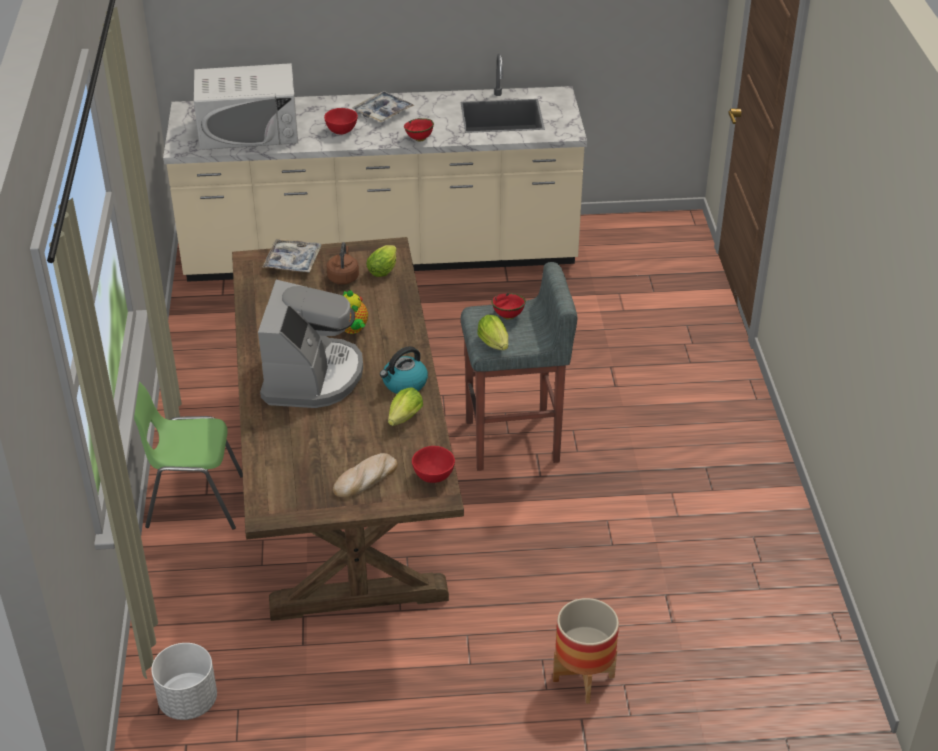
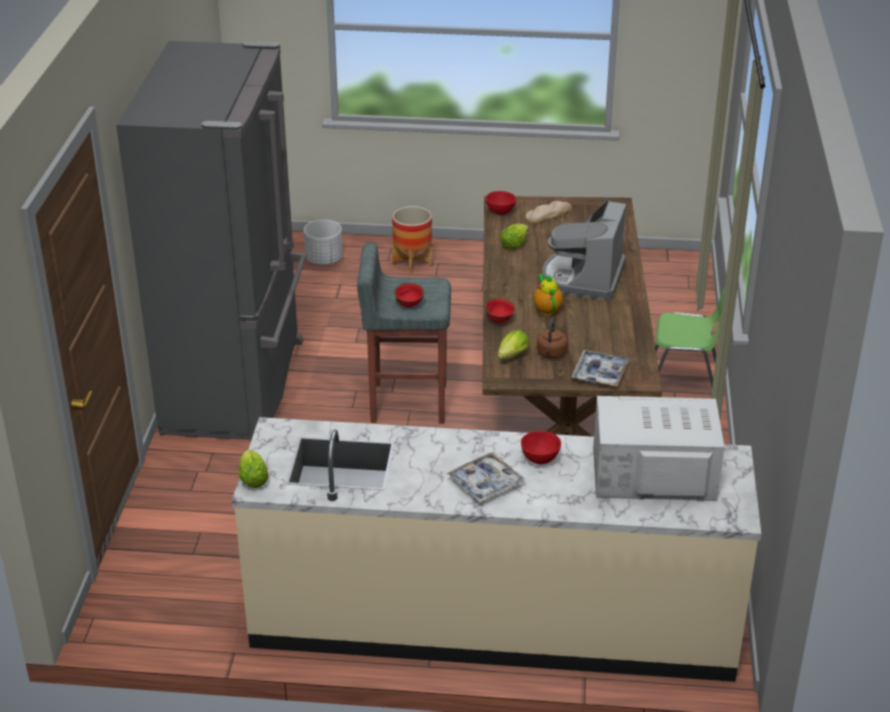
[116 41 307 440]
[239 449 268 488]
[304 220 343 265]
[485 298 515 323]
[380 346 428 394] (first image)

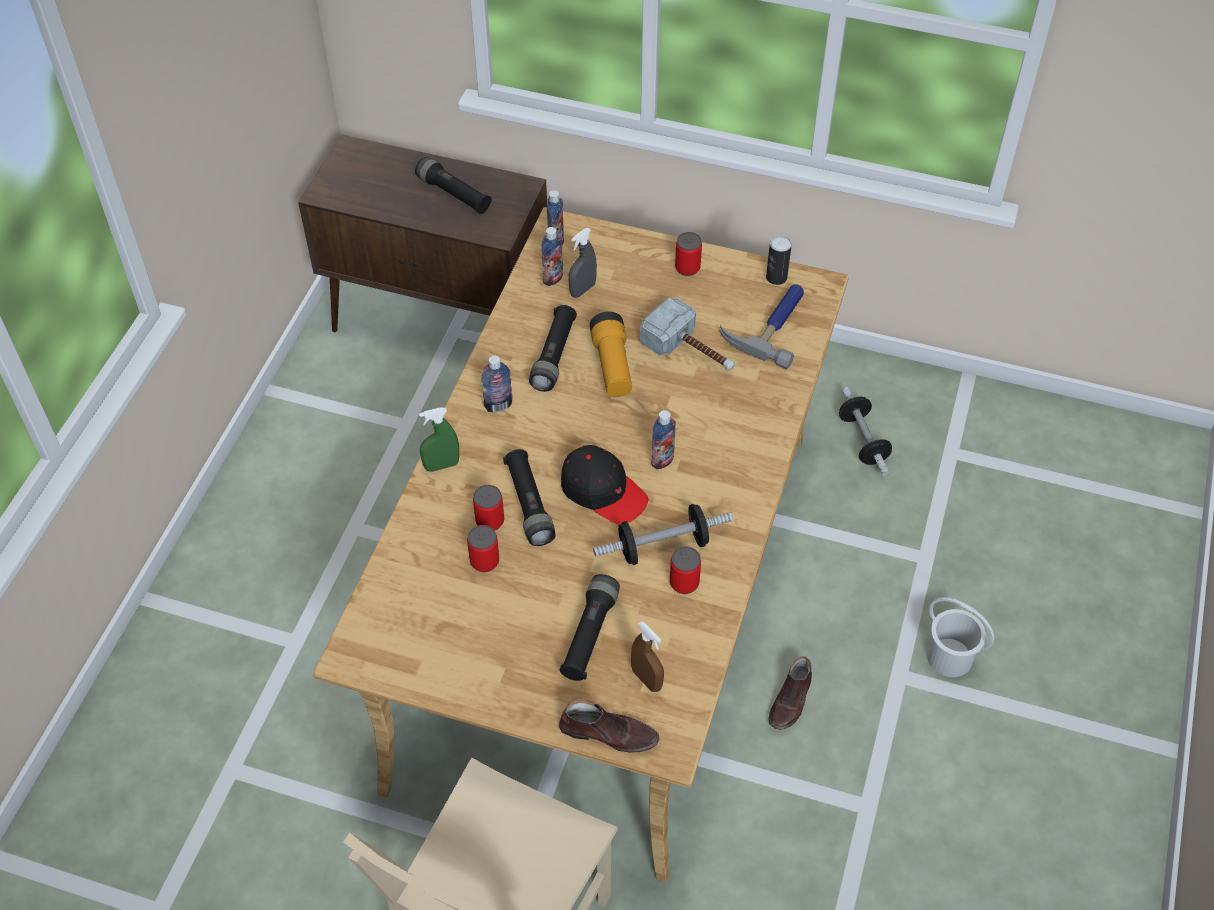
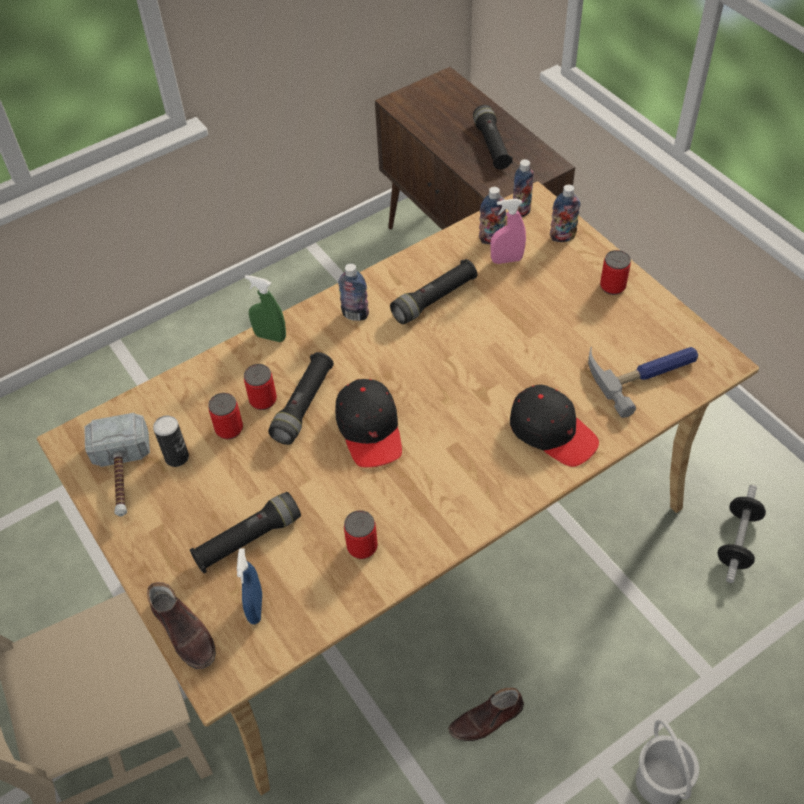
[84 413 150 517]
[153 415 189 467]
[237 548 262 624]
[490 199 526 264]
[510 385 599 467]
[550 185 580 242]
[590 311 632 397] (first image)
[593 504 733 565] (first image)

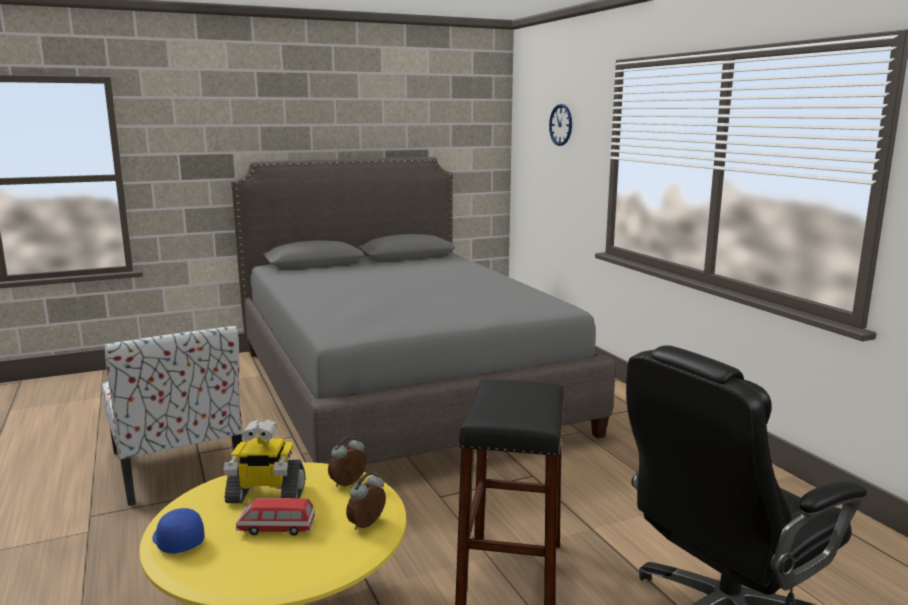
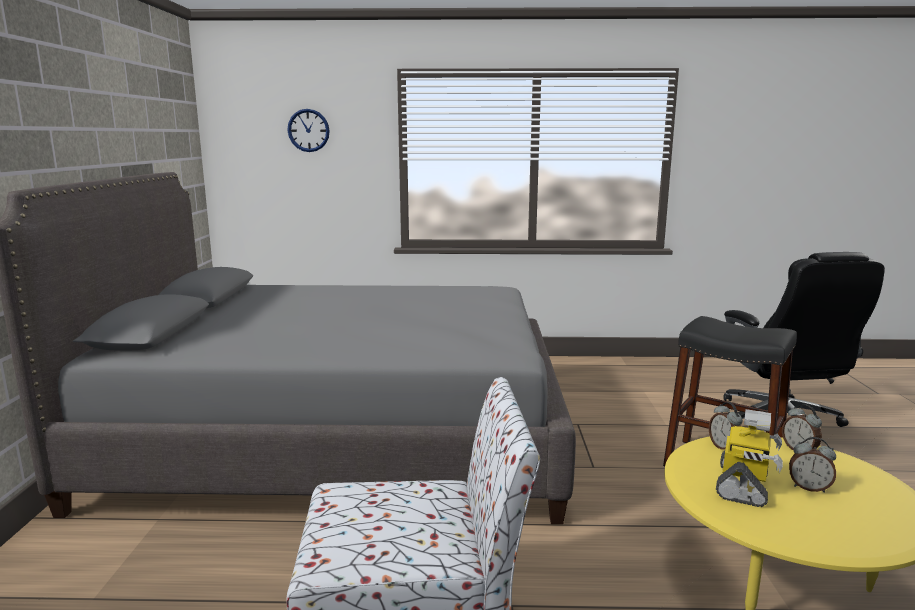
[789 437 836 493]
[152 508 205 554] (first image)

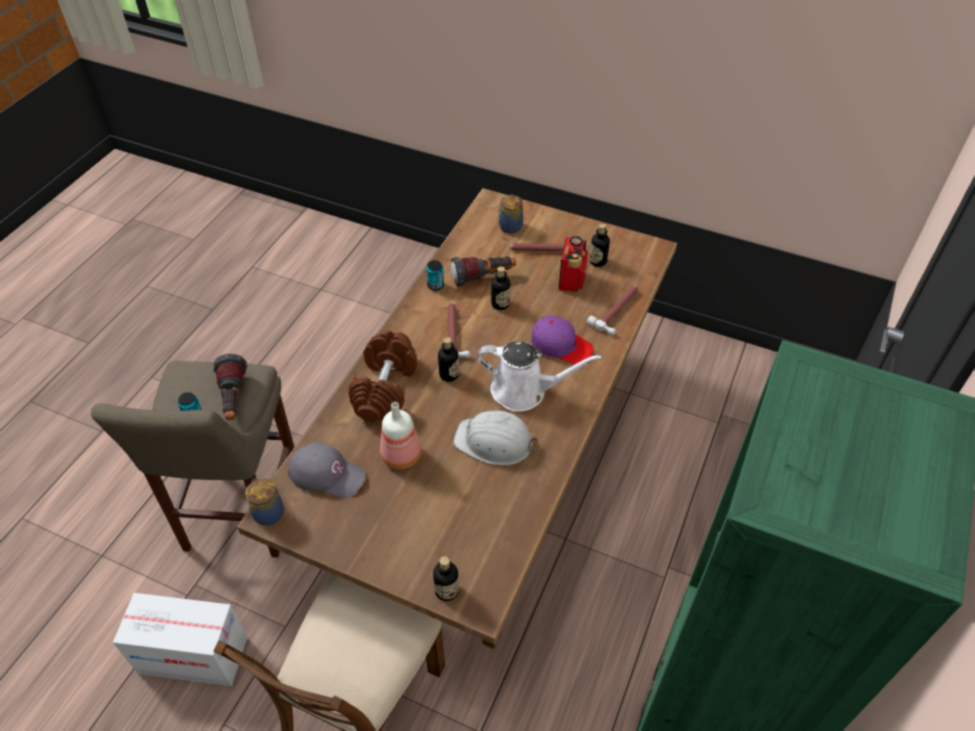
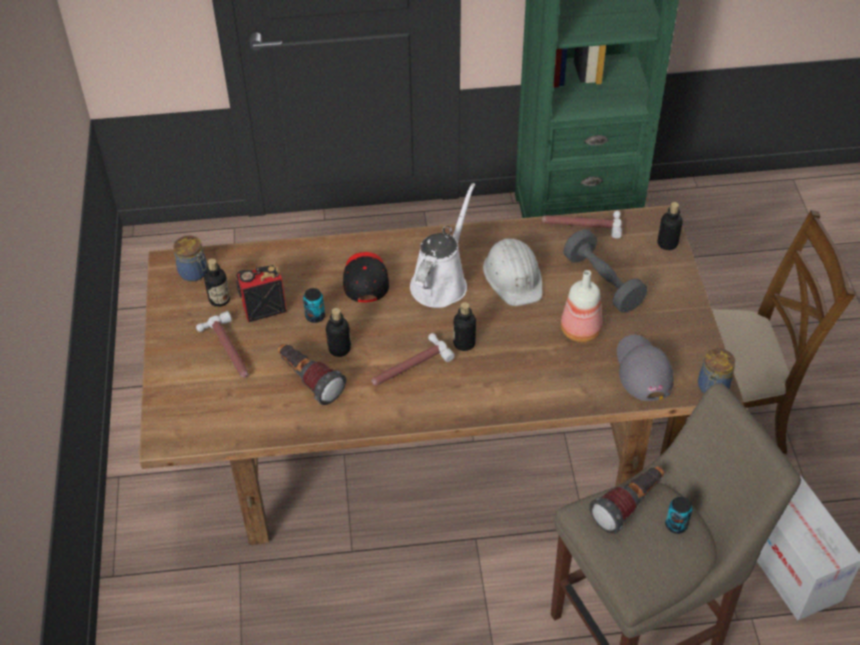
[173 235 207 282]
[303 288 325 323]
[343 252 389 302]
[410 183 475 308]
[542 211 622 239]
[563 229 647 313]
[348 330 417 422] (first image)

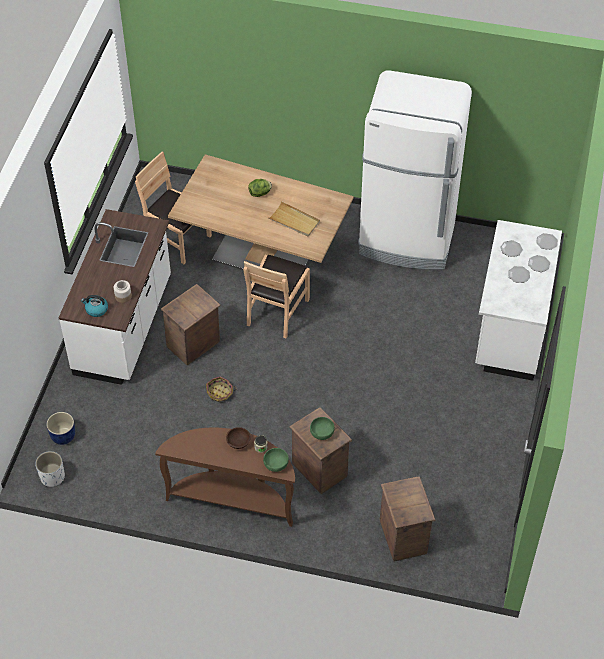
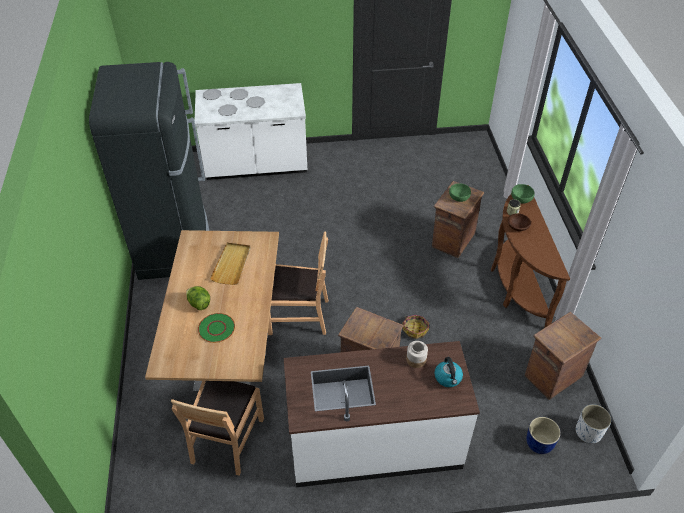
[89 62 209 280]
[198 313 235 343]
[525 312 601 400]

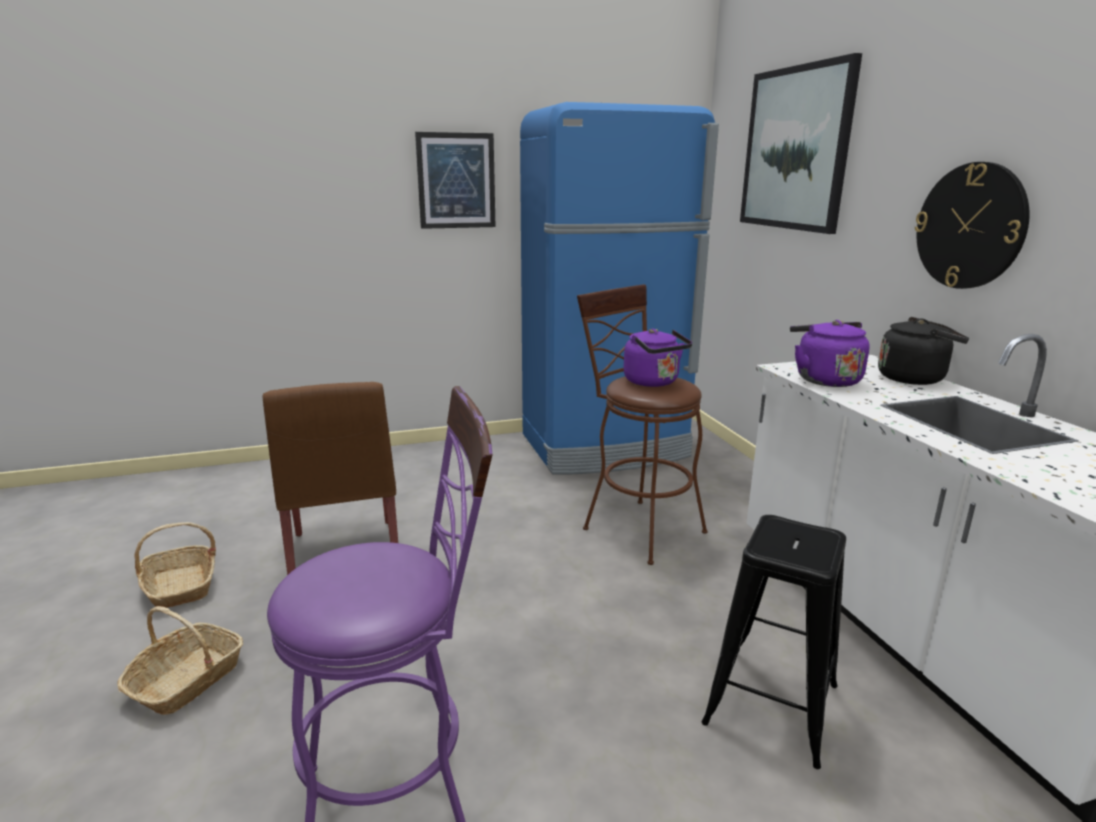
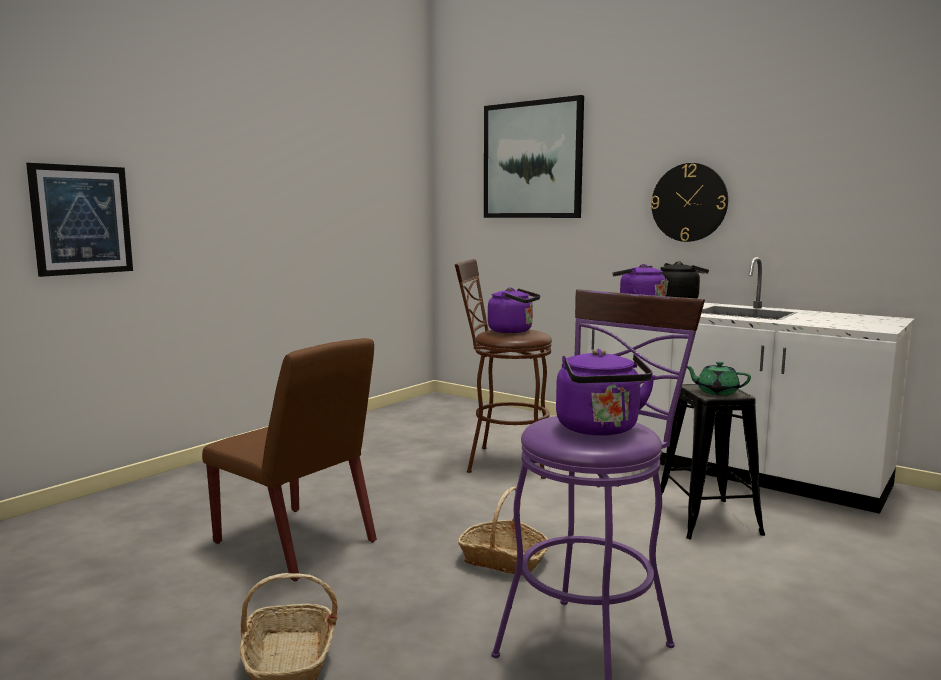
[26 163 133 277]
[458 486 549 576]
[556 349 655 436]
[687 362 751 395]
[520 102 719 475] (first image)

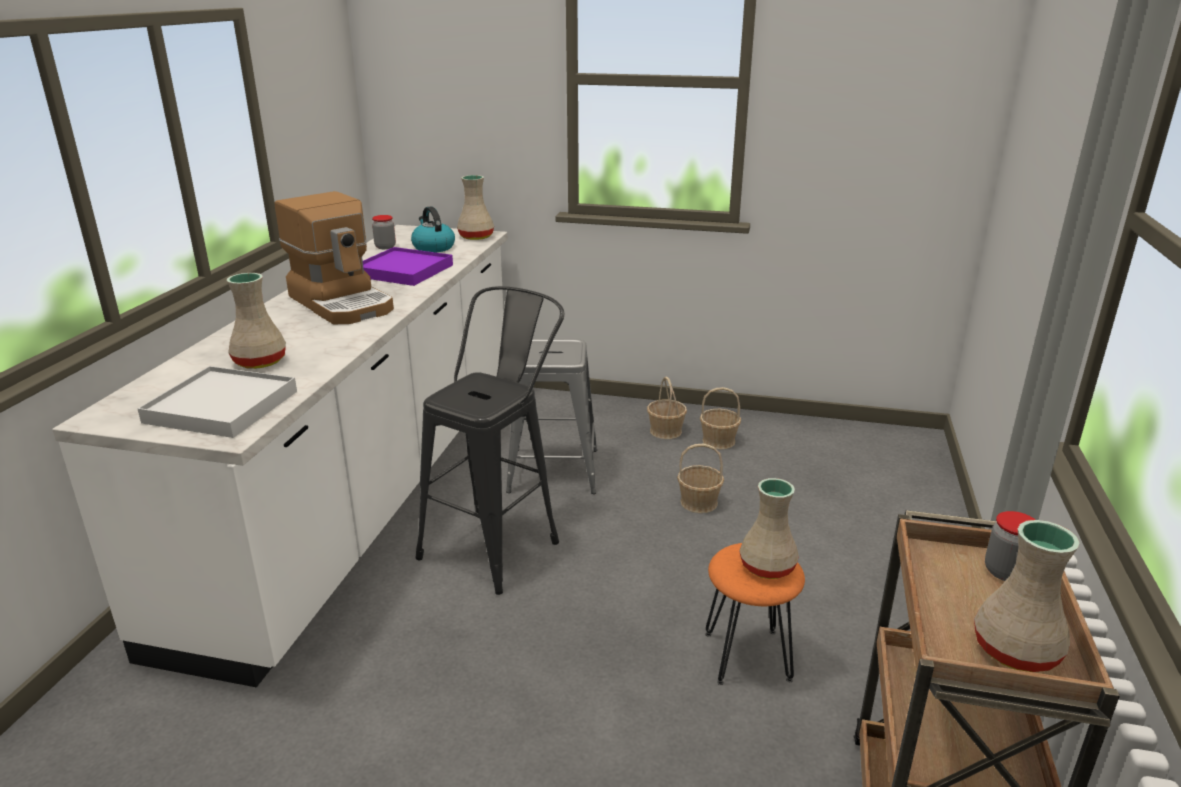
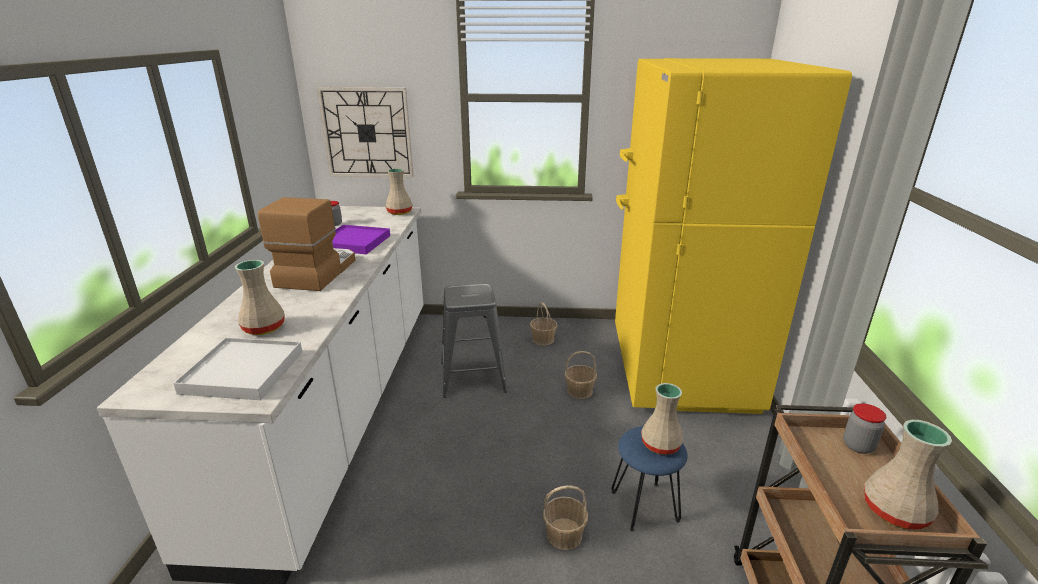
[258 197 355 291]
[317 87 414 177]
[543 485 588 550]
[611 426 687 532]
[615 58 852 414]
[411 206 455 252] (first image)
[416 286 564 595] (first image)

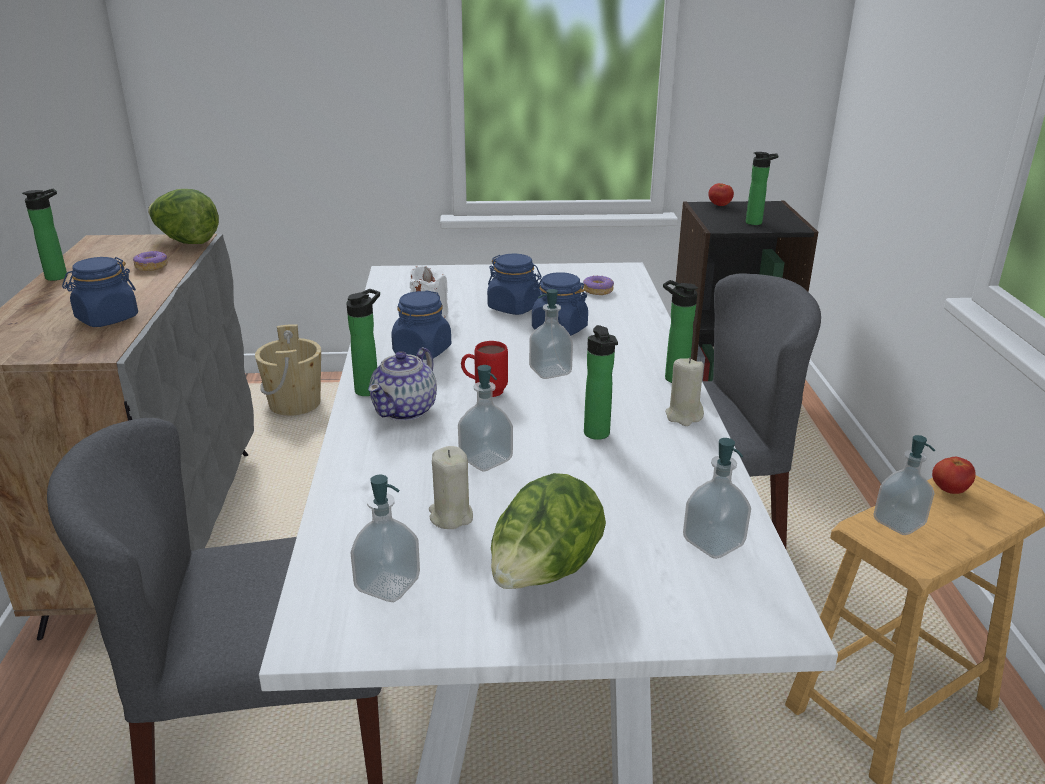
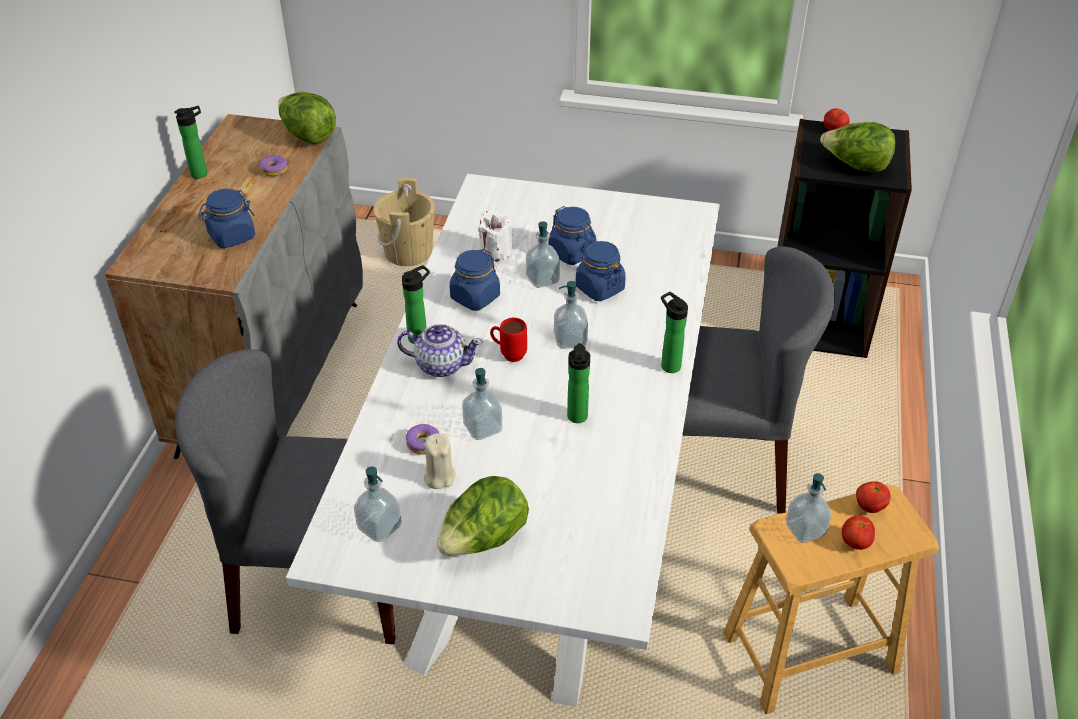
[397 324 482 377]
[406 424 439 455]
[526 221 560 288]
[820 122 895 172]
[842 516 875 550]
[665 357 704 426] (first image)

